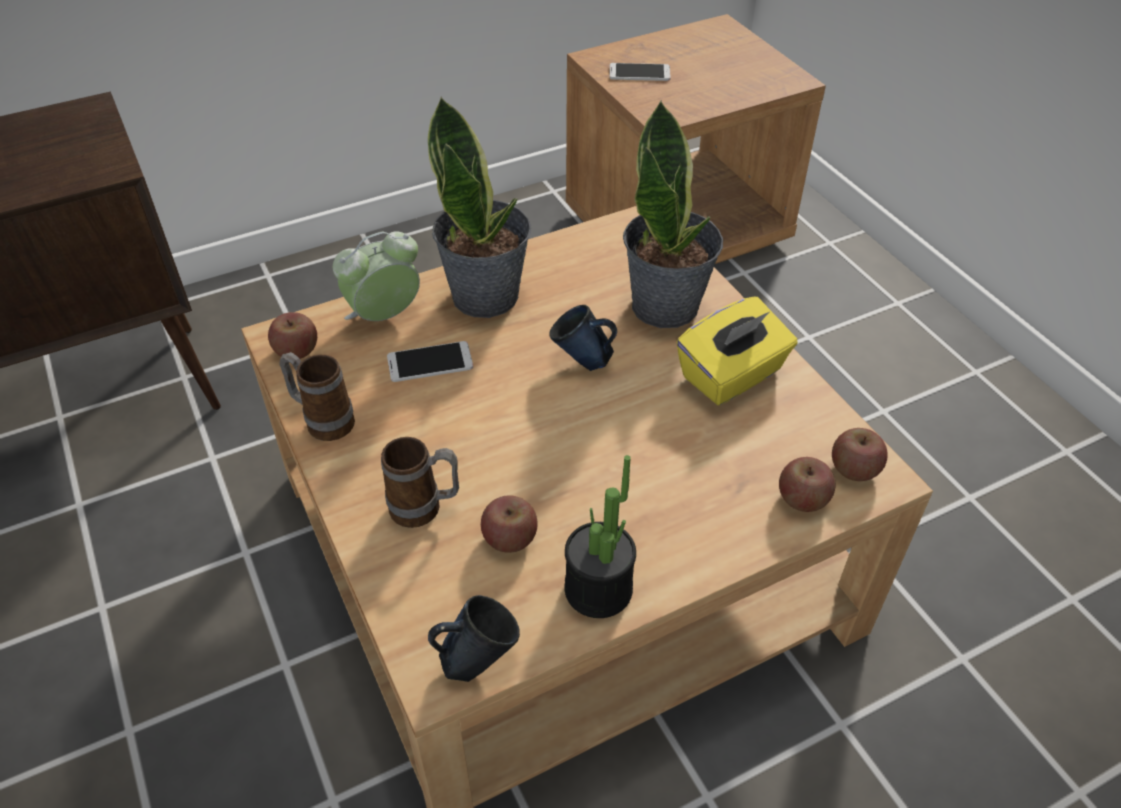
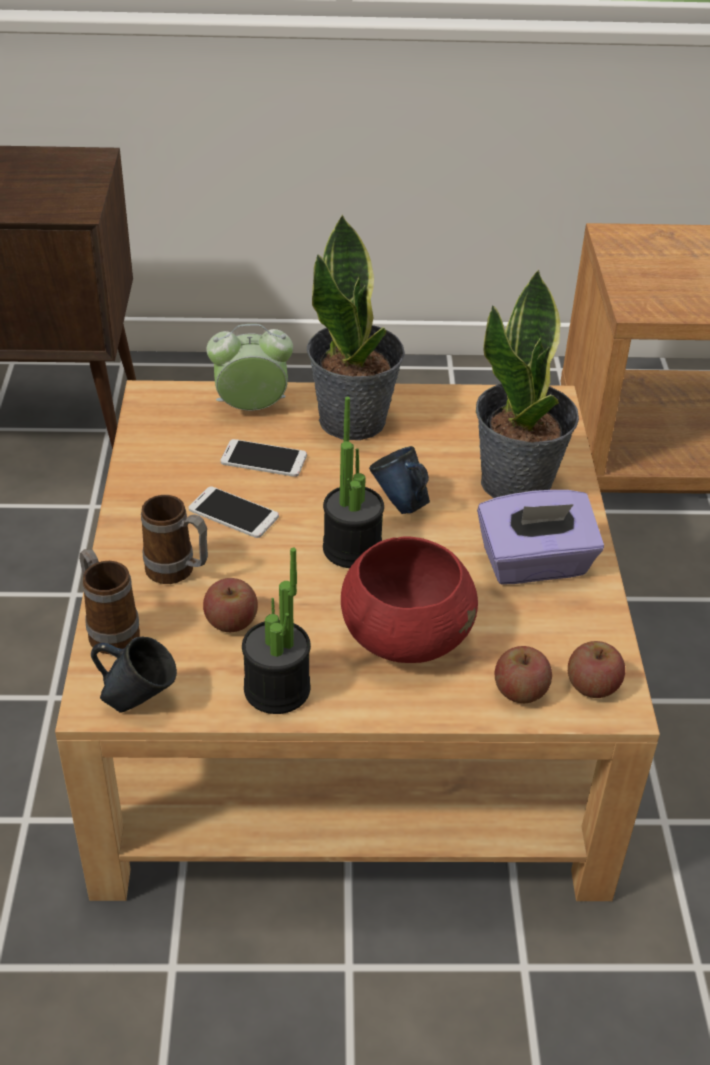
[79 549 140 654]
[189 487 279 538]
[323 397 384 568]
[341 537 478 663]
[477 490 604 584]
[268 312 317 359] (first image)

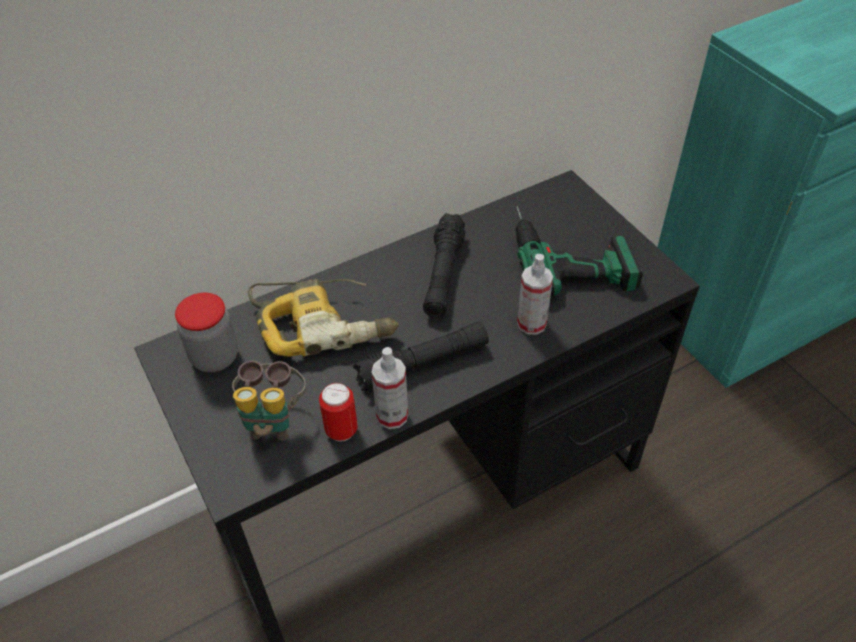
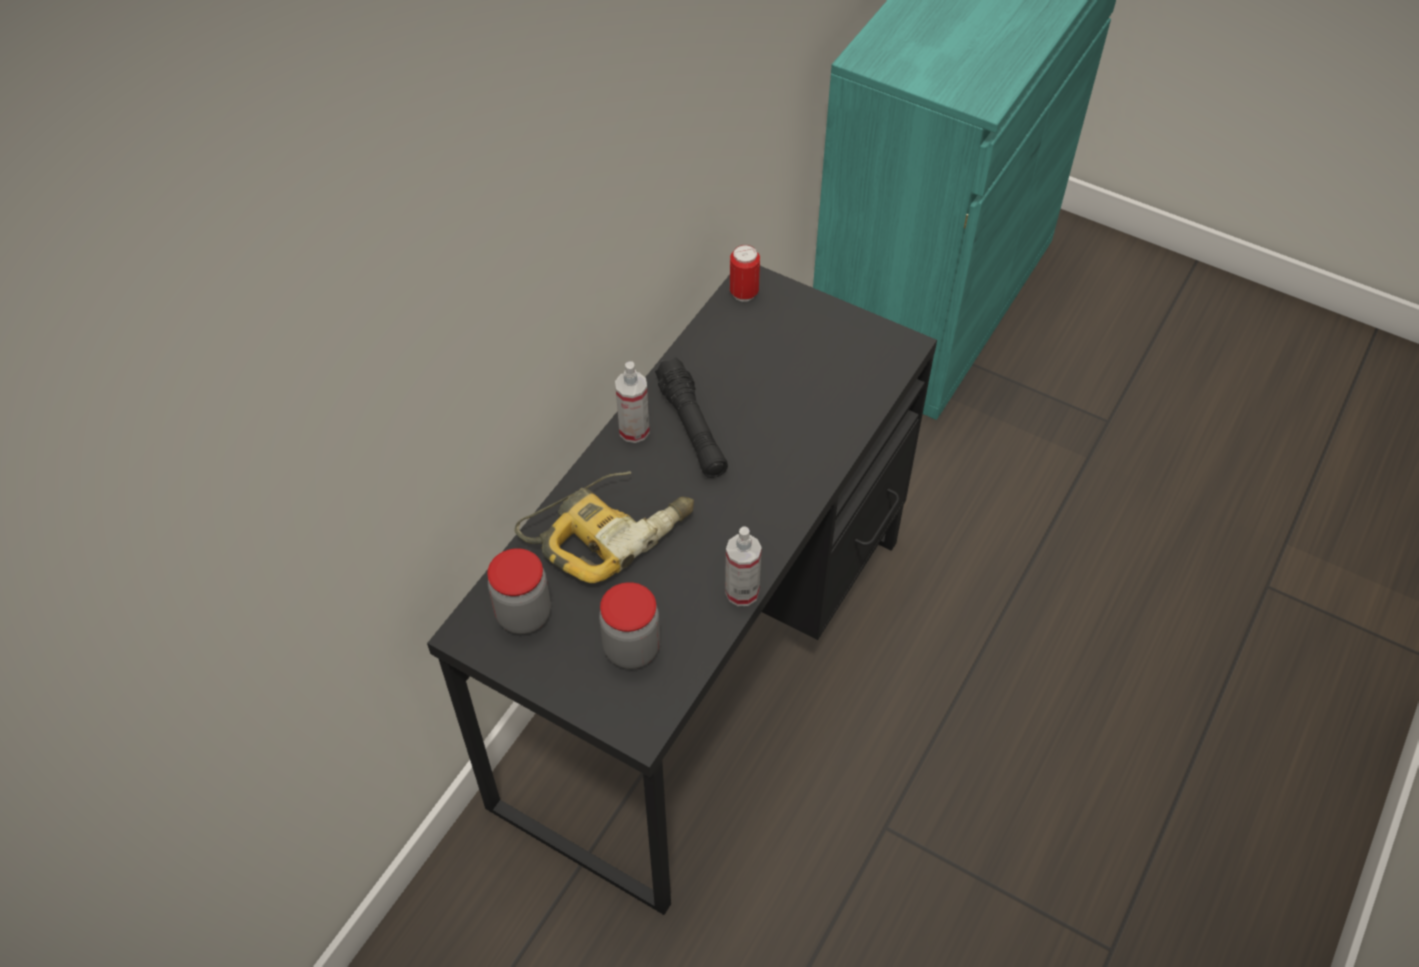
[599 582 660 669]
[615 361 650 443]
[730 245 760 302]
[353 321 489 391] (first image)
[515 206 643 298] (first image)

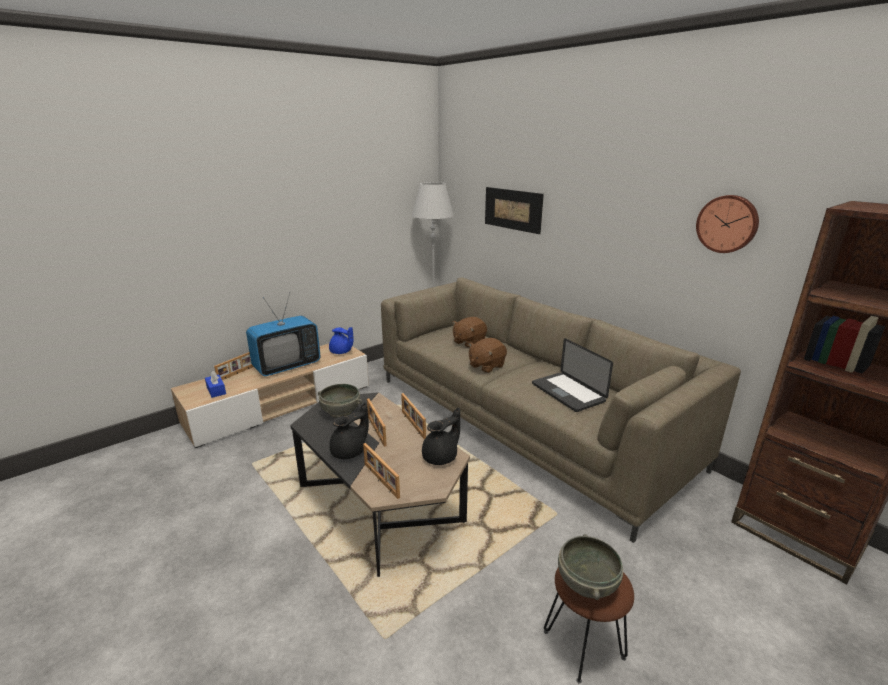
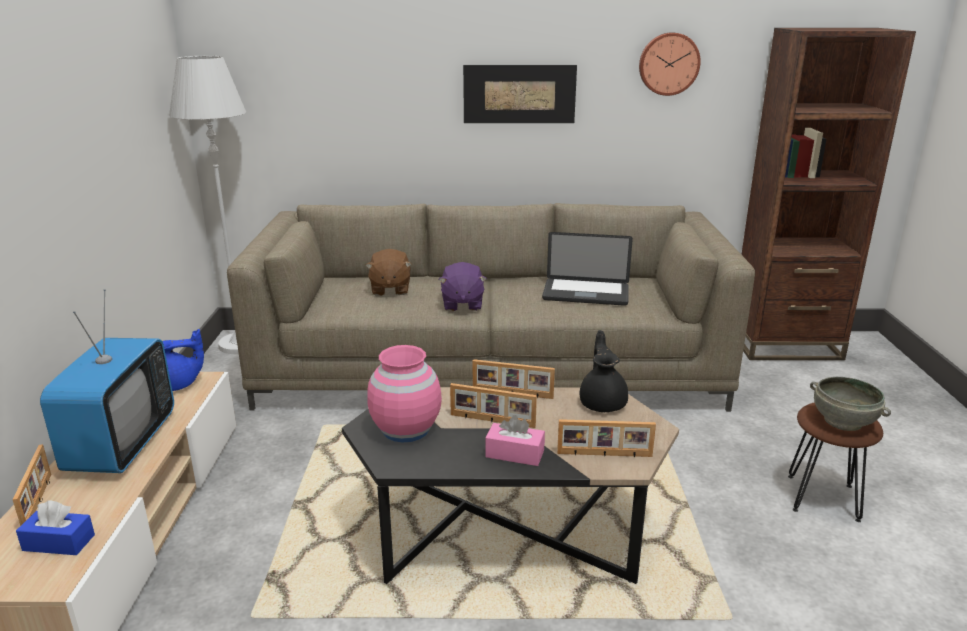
[367 345 442 443]
[439 262 487 311]
[463 65 577 123]
[485 415 545 466]

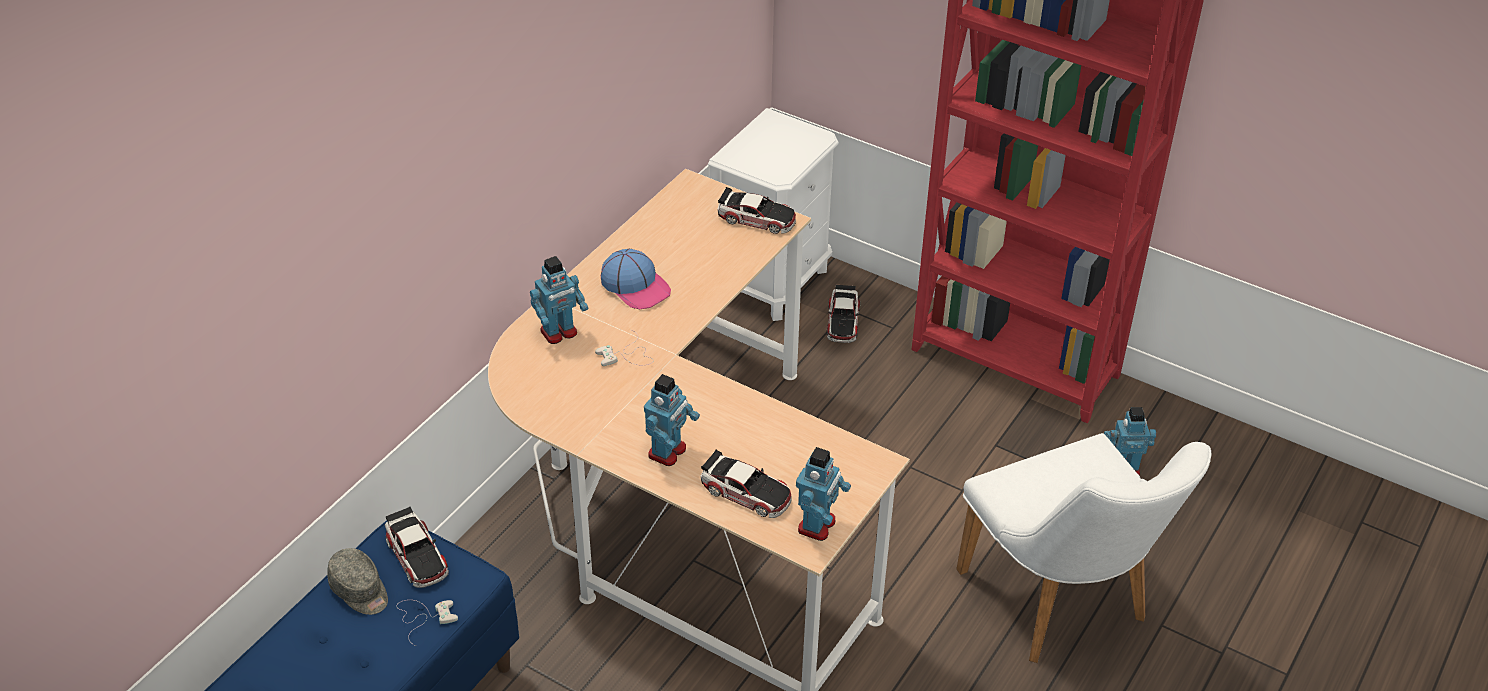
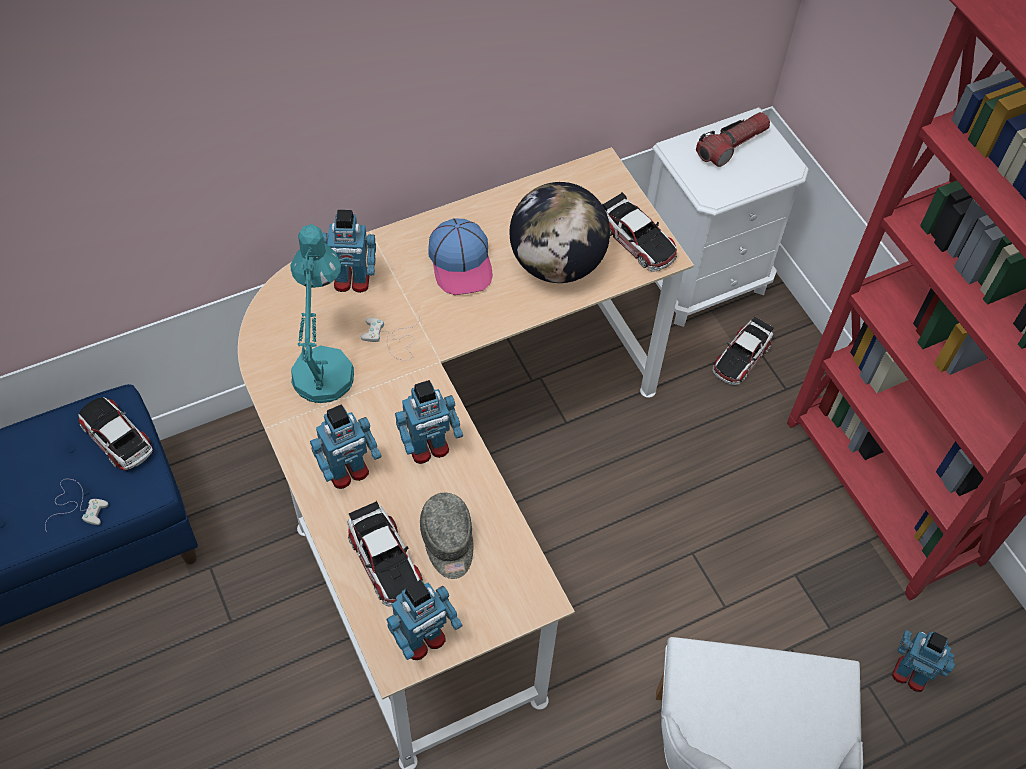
[78 397 153 472]
[290 224 354 403]
[395 380 463 464]
[420 492 473 579]
[509 182 610 283]
[696 112 770 167]

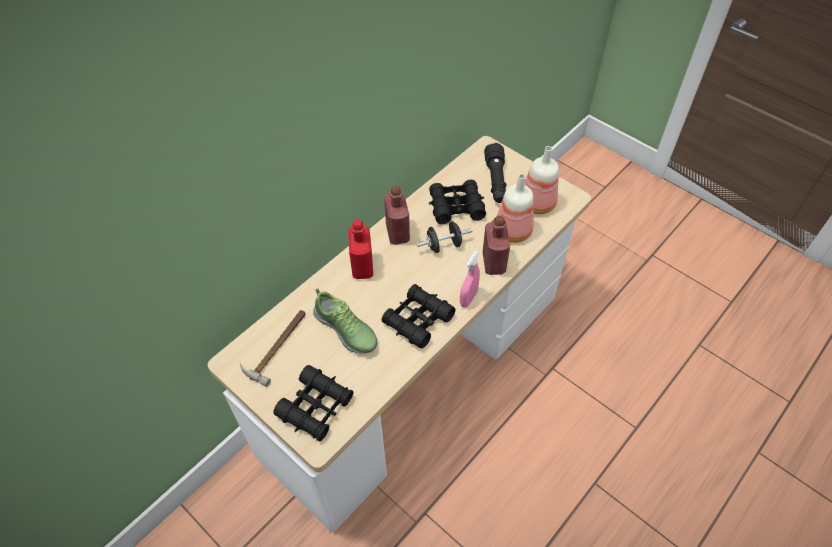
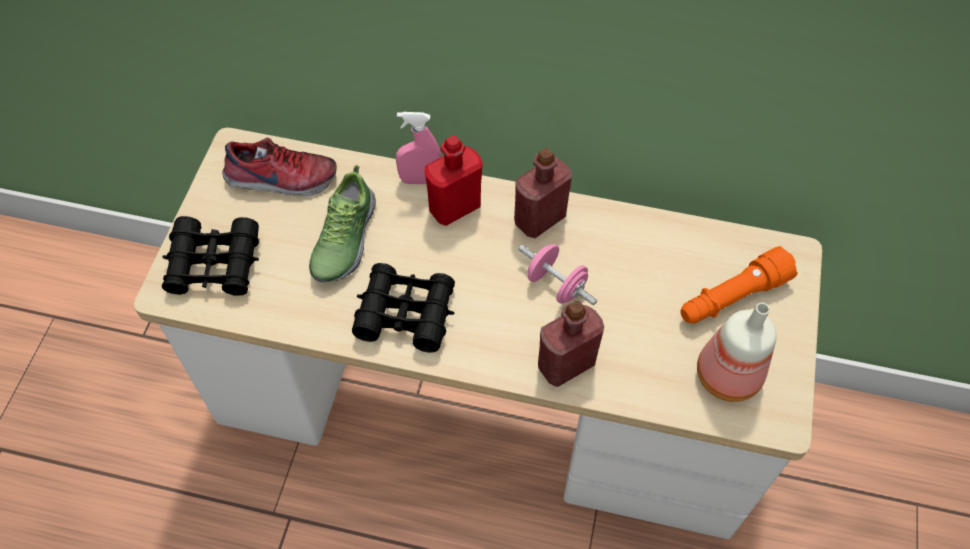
[222 138 337 196]
[396 112 442 184]
[519 244 597 305]
[680 246 798 323]
[429 180 486 224] (first image)
[497 174 534 243] (first image)

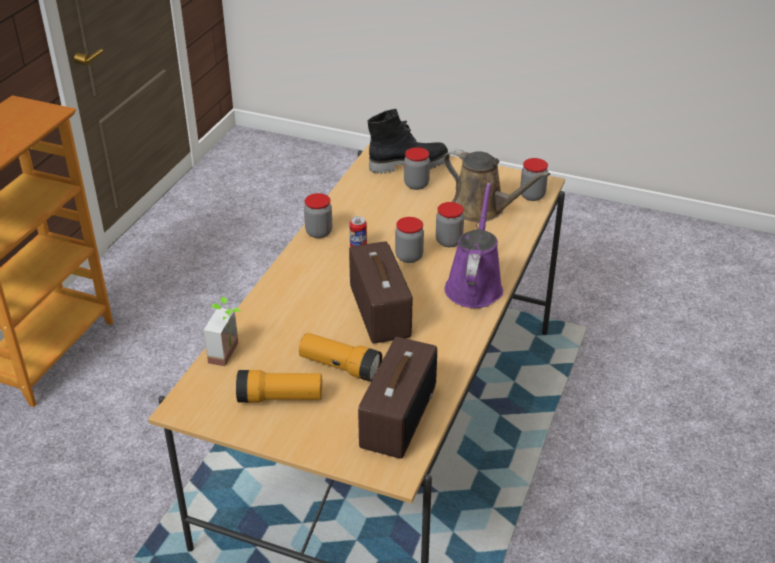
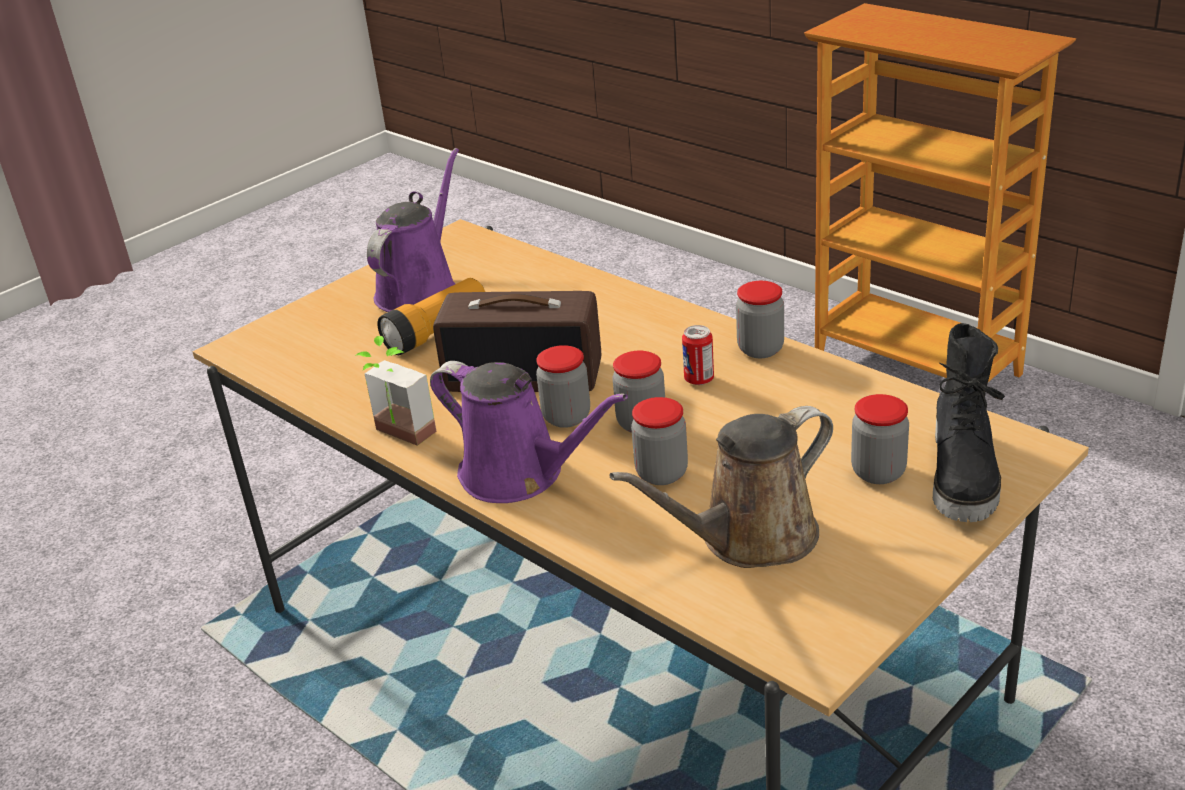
[355 336 437 446]
[367 148 459 312]
[536 345 590 428]
[358 337 437 459] (first image)

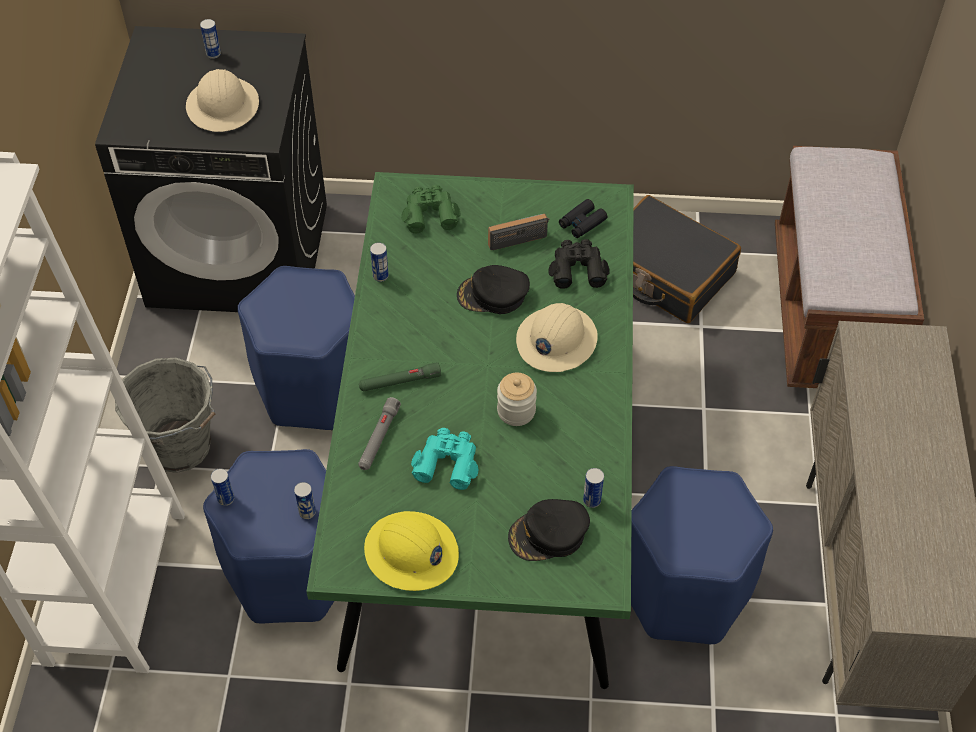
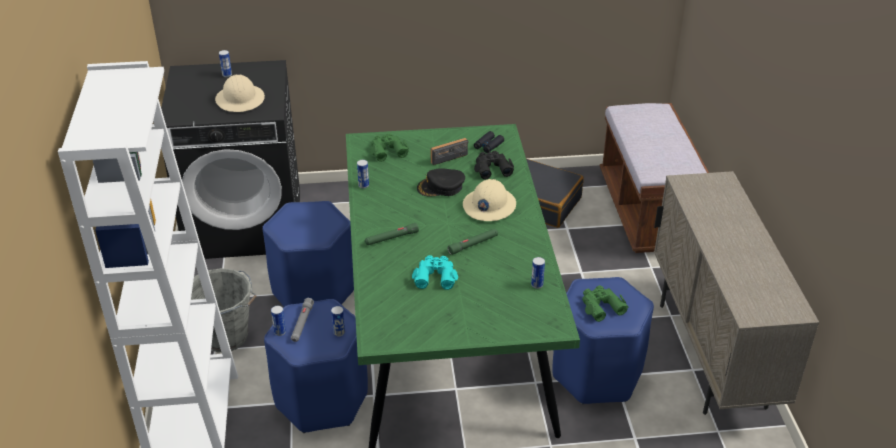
[291 298 314 342]
[448 228 498 255]
[582 285 629 322]
[364 511 459 591] (first image)
[508 499 590 561] (first image)

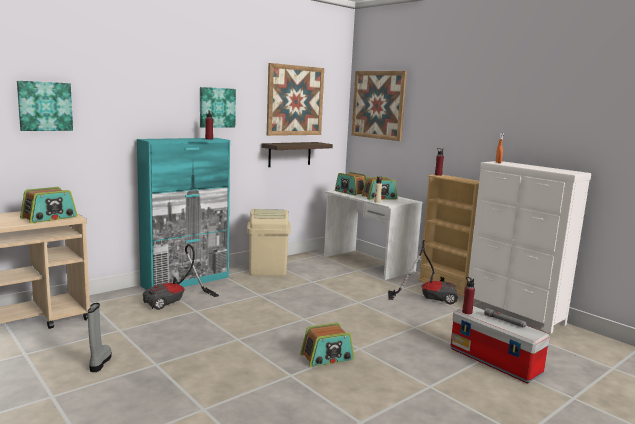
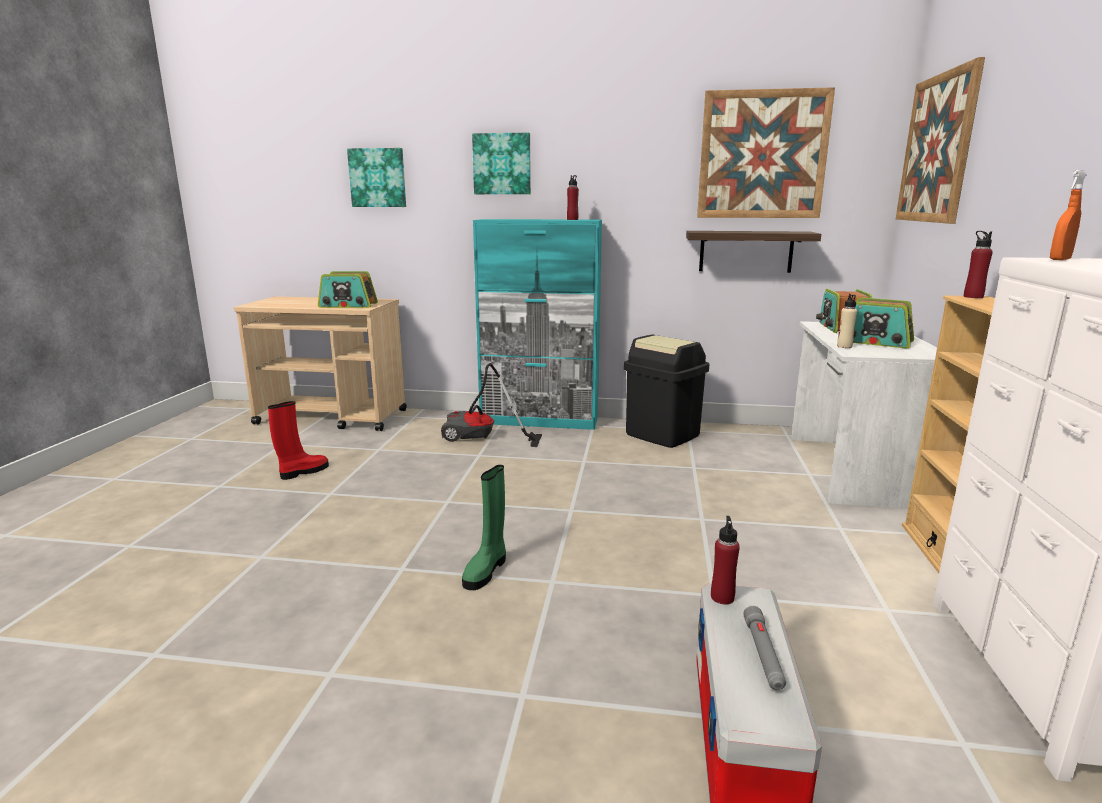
[268 401 329 480]
[462 465 506 590]
[472 133 531 194]
[624 335 709 448]
[388 240 458 304] (first image)

